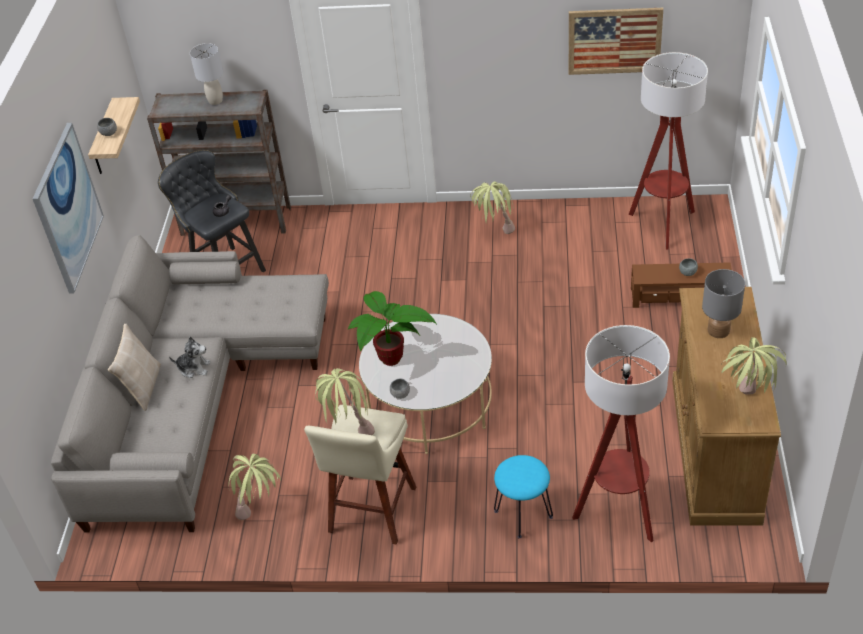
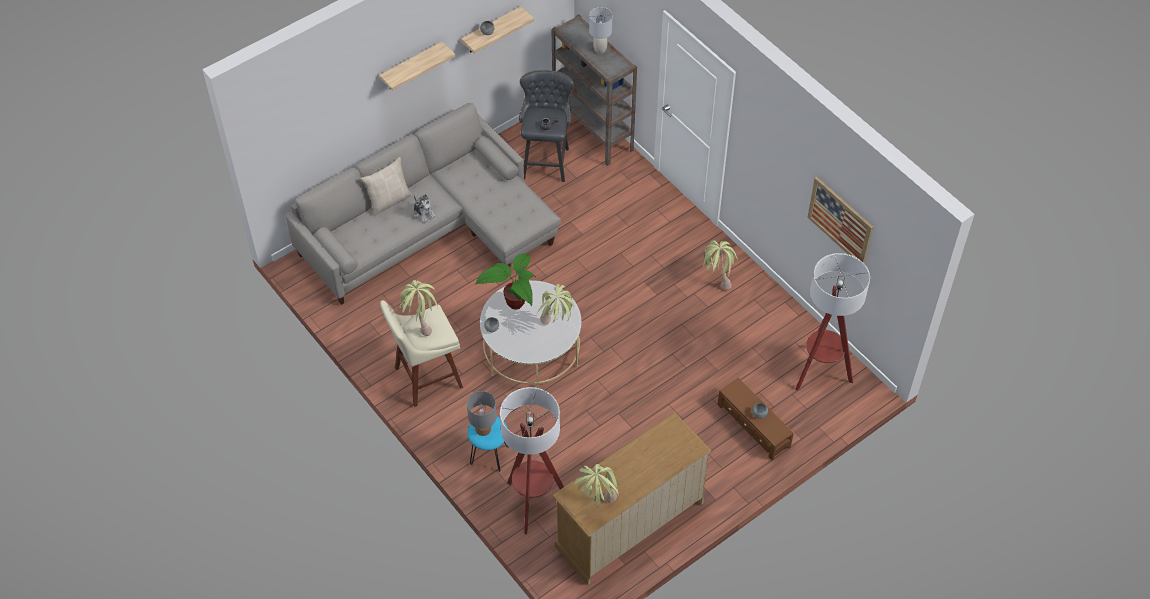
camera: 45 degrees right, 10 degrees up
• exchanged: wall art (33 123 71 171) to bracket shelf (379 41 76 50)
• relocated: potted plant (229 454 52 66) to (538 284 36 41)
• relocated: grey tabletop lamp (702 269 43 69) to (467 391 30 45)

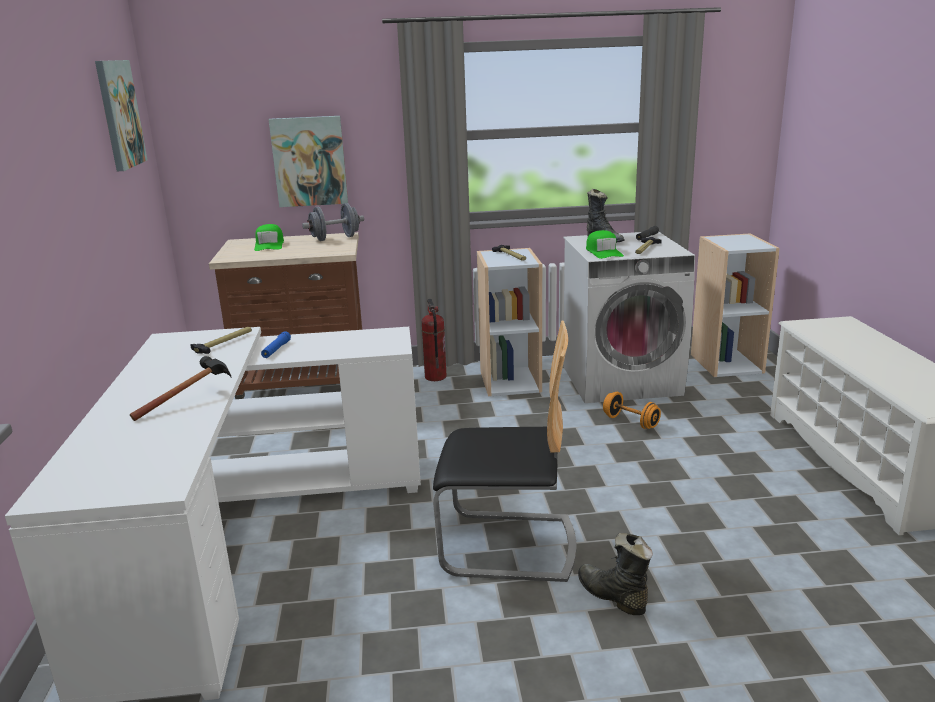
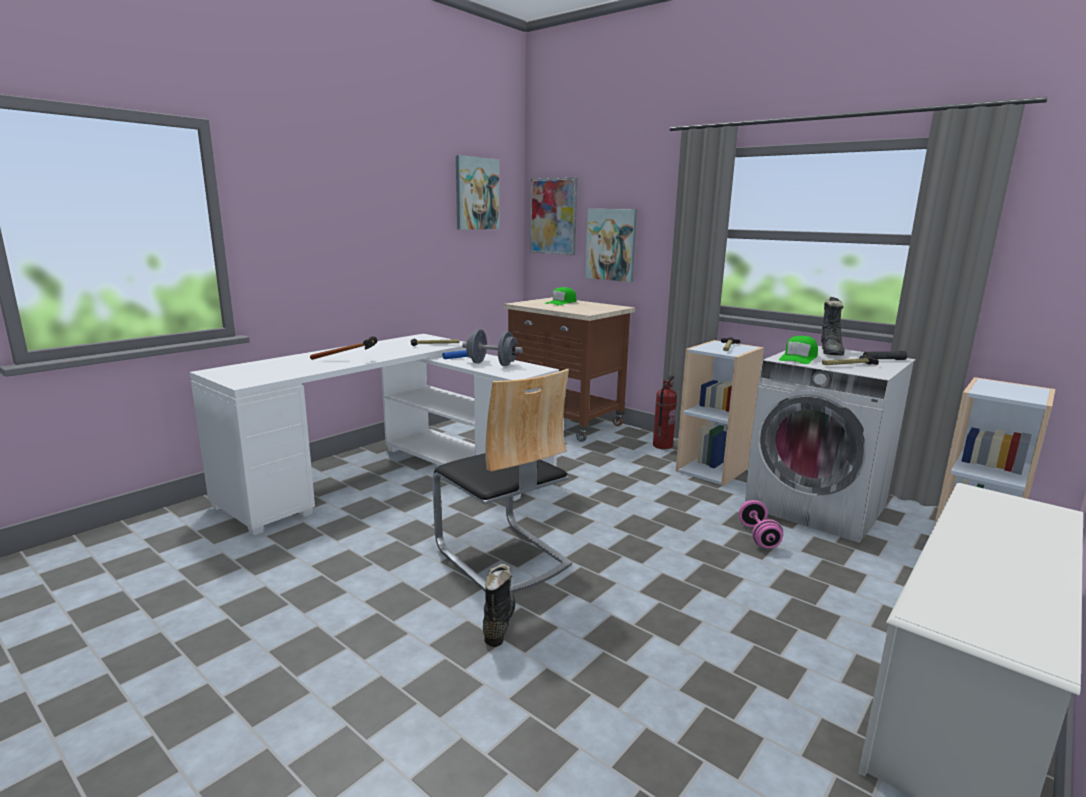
camera: 45 degrees right, 5 degrees down
• relocated: grey dumbbell (302 203 62 38) to (462 329 61 37)
• colour: orange-coloured dumbbell (603 392 58 37) to pink-coloured dumbbell (738 500 45 48)
• appeared: wall art (530 178 48 77)

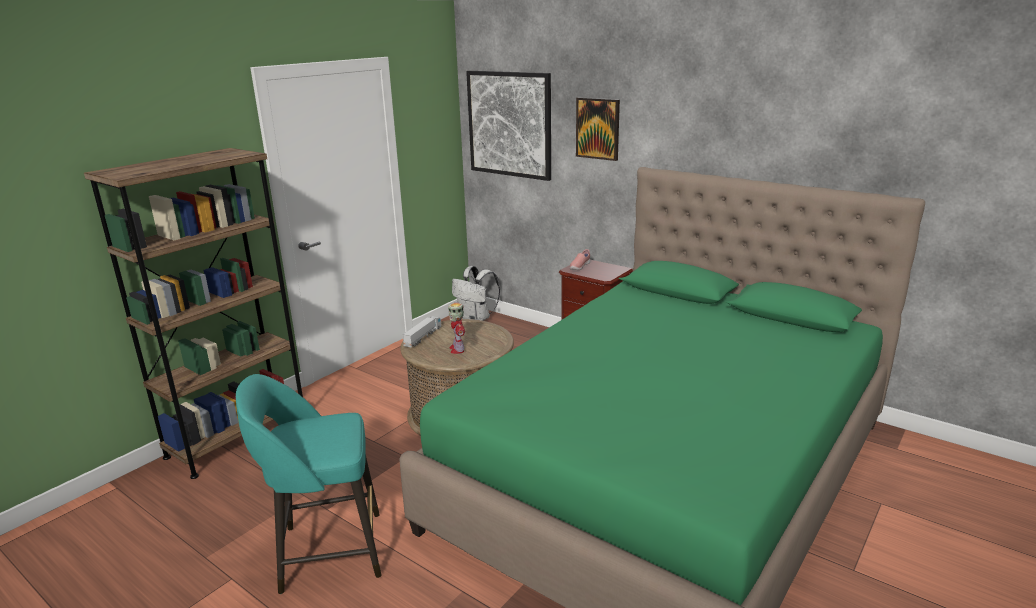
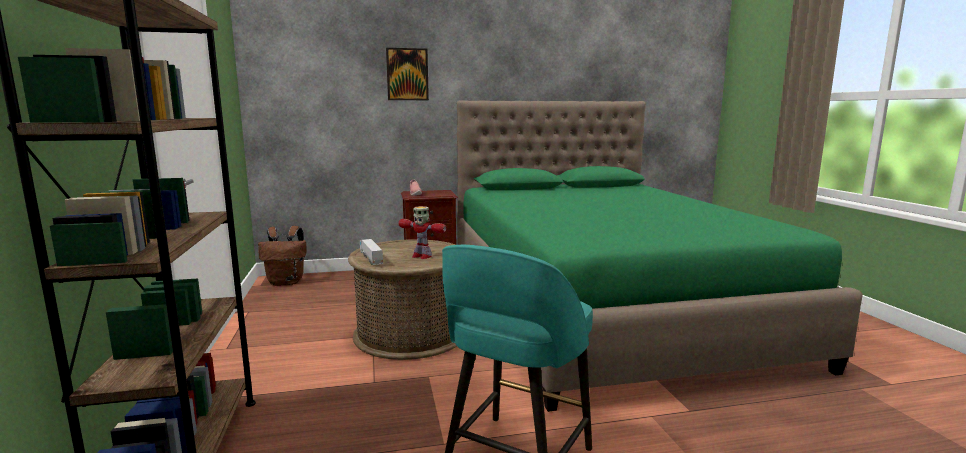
camera: 50 degrees left, 10 degrees down
• colour: white backpack (452 266 48 55) to brown backpack (258 226 48 60)
• missing: wall art (466 71 85 110)

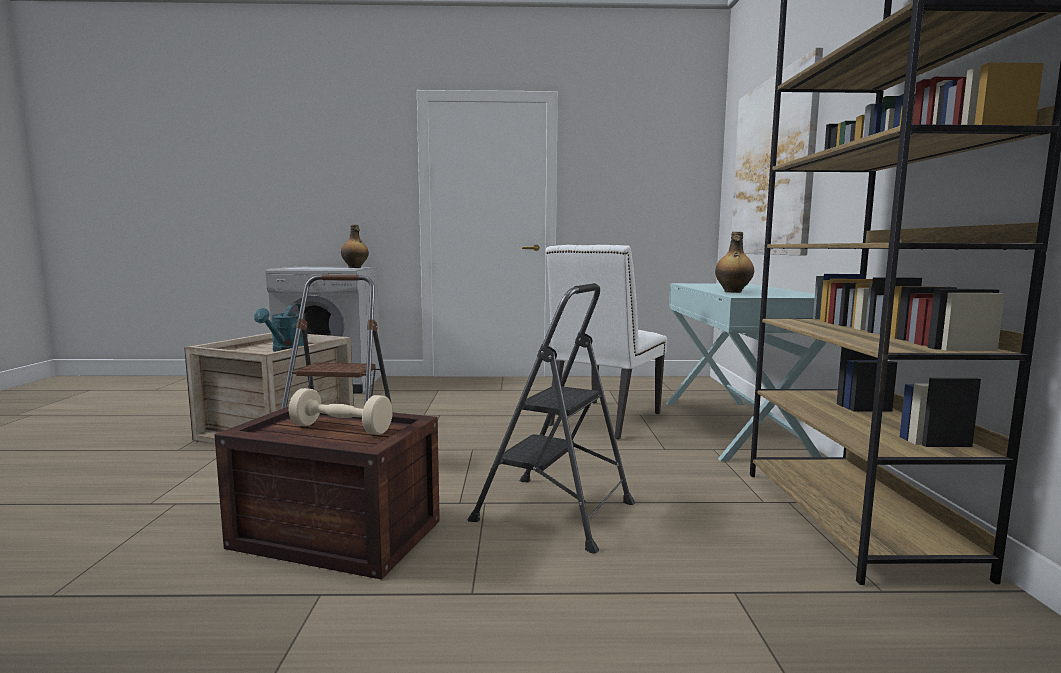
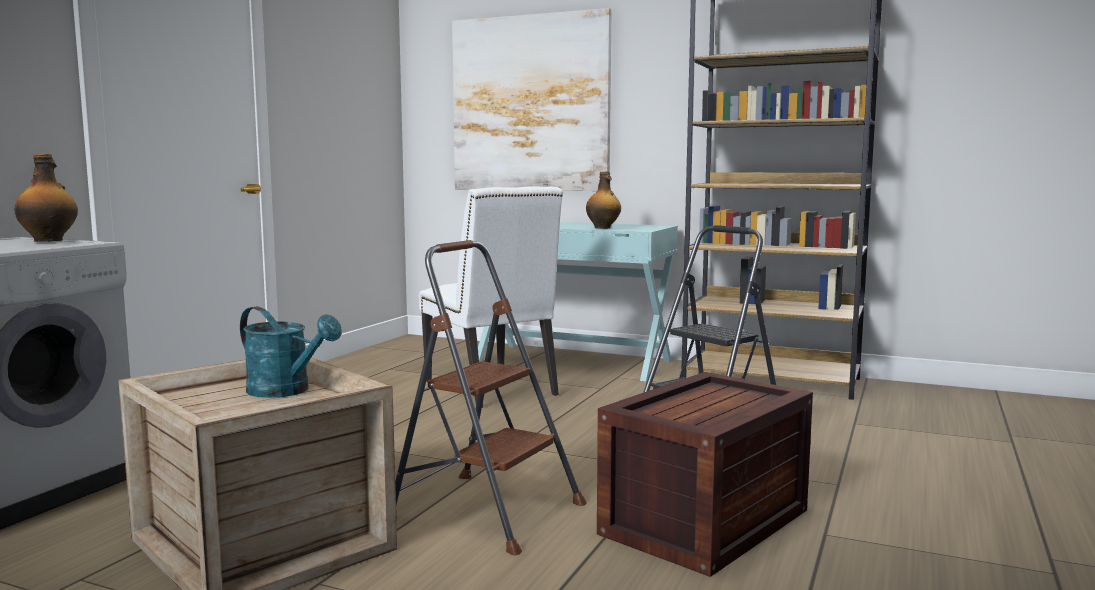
camera: 65 degrees left, 0 degrees up
• missing: beige-coloured dumbbell (289 388 104 47)

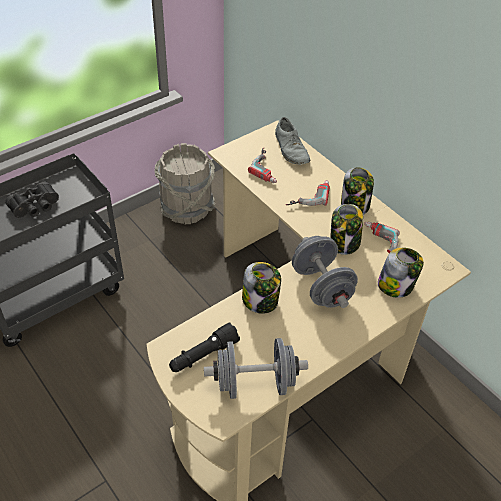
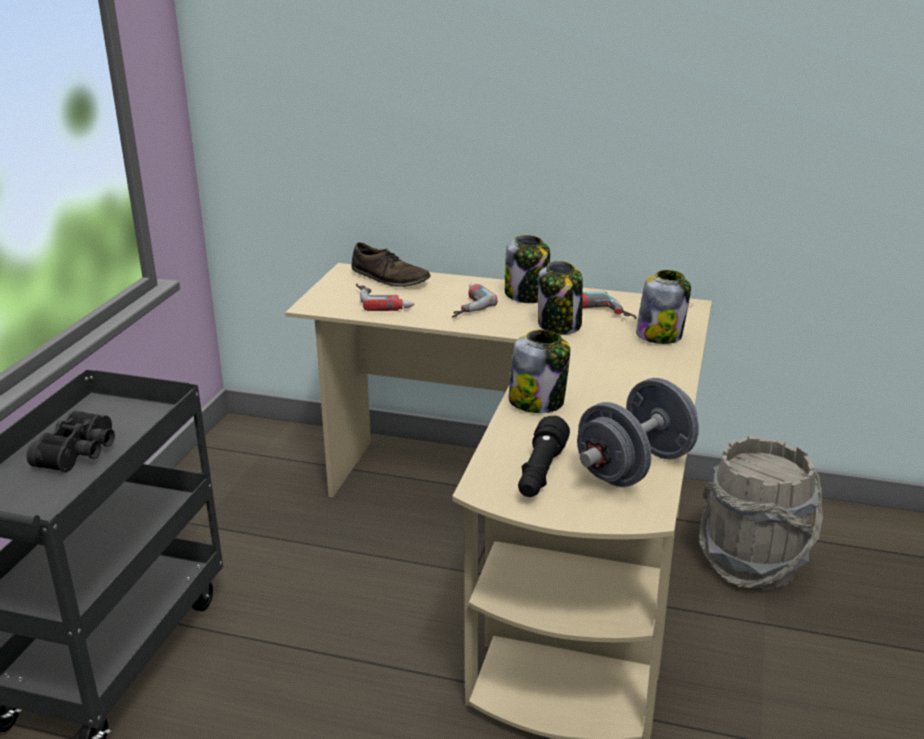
camera: 35 degrees left, 20 degrees down
• relocated: grey pail (154 143 61 81) to (699 436 124 154)
• colour: grey item of footwear (275 117 35 48) to brown item of footwear (352 242 79 45)
• missing: grey dumbbell (292 236 66 72)

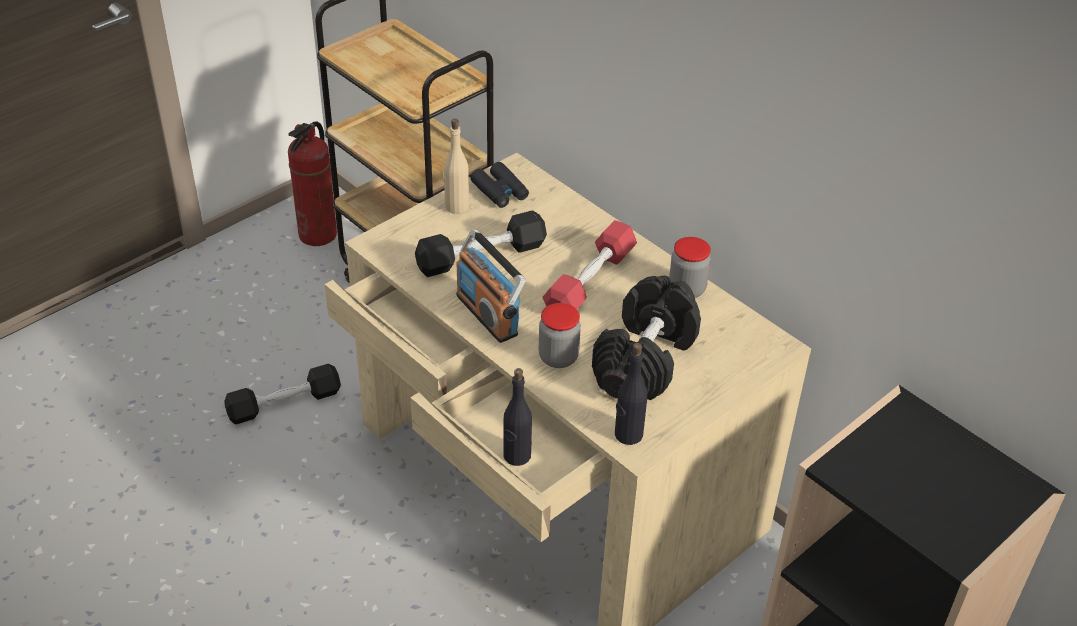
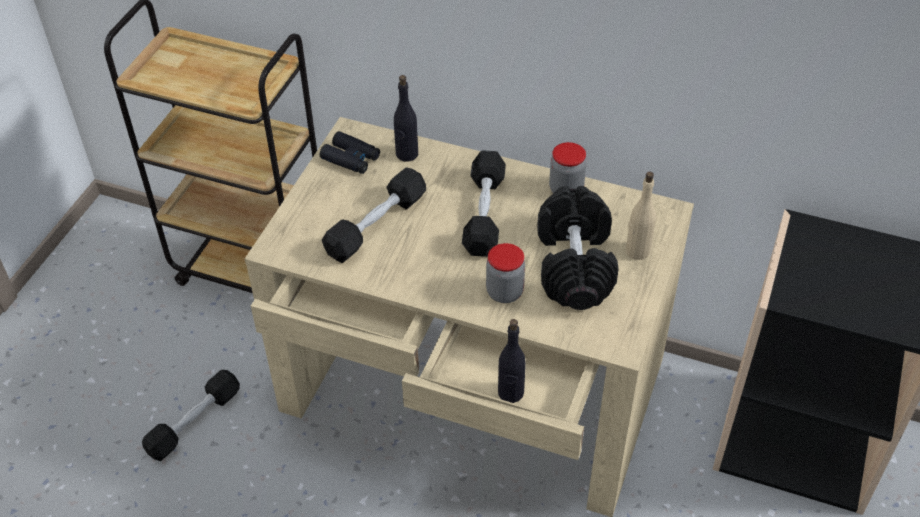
camera: 25 degrees left, 5 degrees up
• missing: fire-fighting cylinder (288 121 49 125)
• relocated: beige-coloured beverage bottle (443 119 26 95) to (626 172 30 88)
• missing: radio receiver (456 230 70 113)
• colour: red-coloured dumbbell (543 220 94 89) to blackish dumbbell (462 151 44 106)
• relocated: blackish beverage bottle (615 343 32 102) to (394 75 24 87)

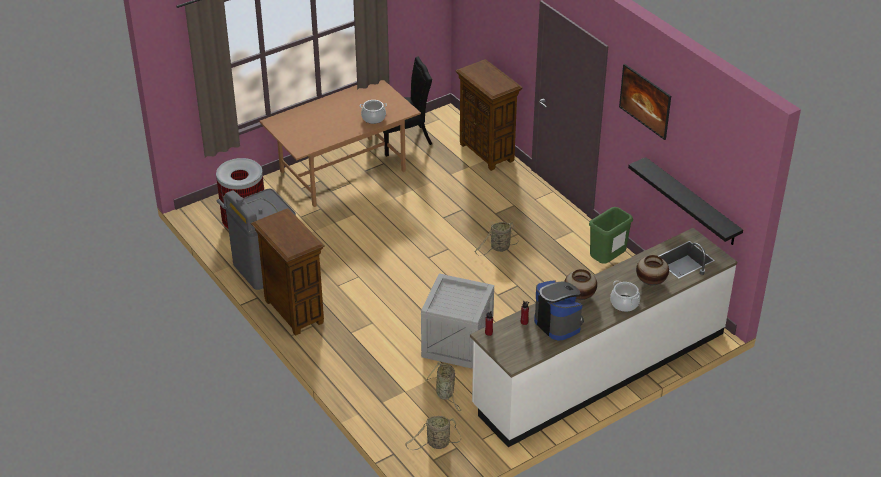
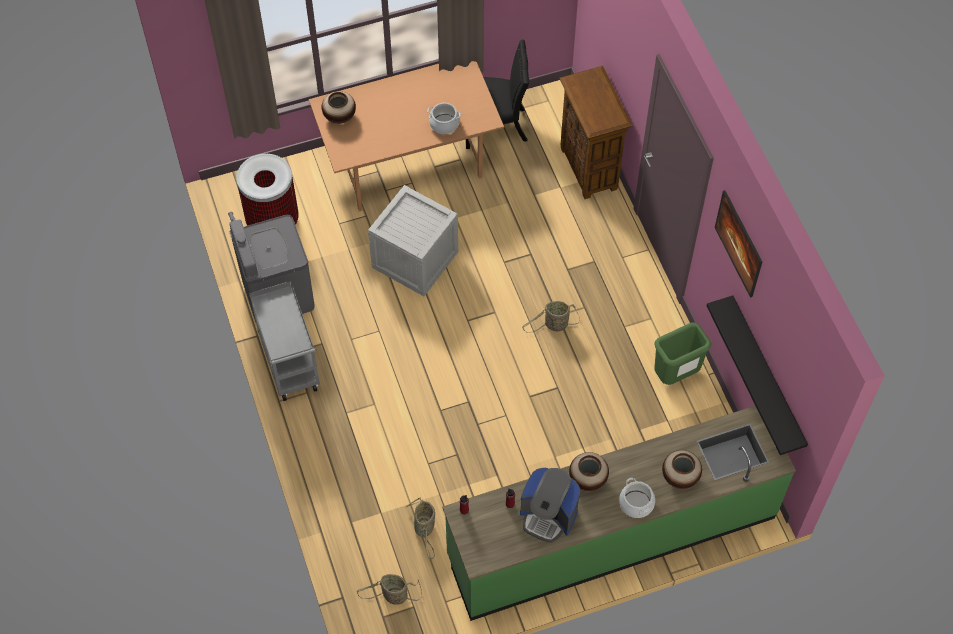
camera: 15 degrees right, 20 degrees up
• exchanged: brown storage cabinet (251 208 74 128) to grey trolley (249 281 71 120)
• relocated: shipping crate (421 273 73 96) to (368 185 90 111)
• colour: white counter (470 228 267 219) to greenish counter (443 406 353 215)
• spun: coffee maker (534 280 50 61) = (520 468 60 75) 135 degrees clockwise
• appeared: flower vase (322 91 34 33)

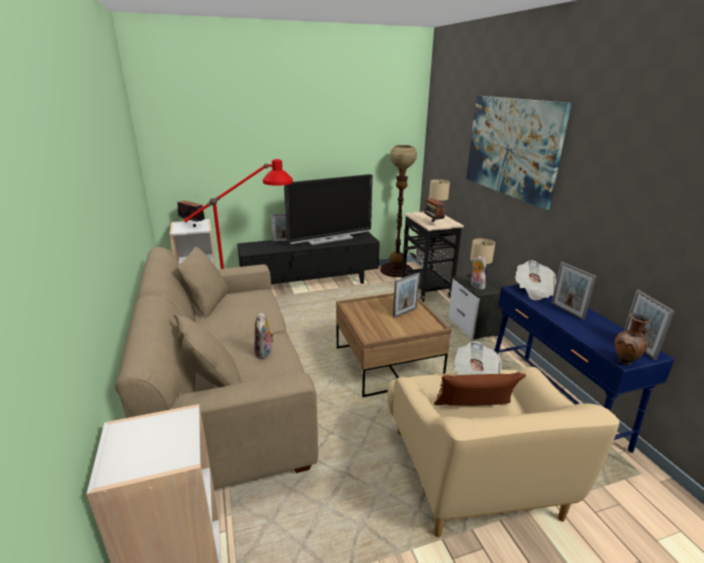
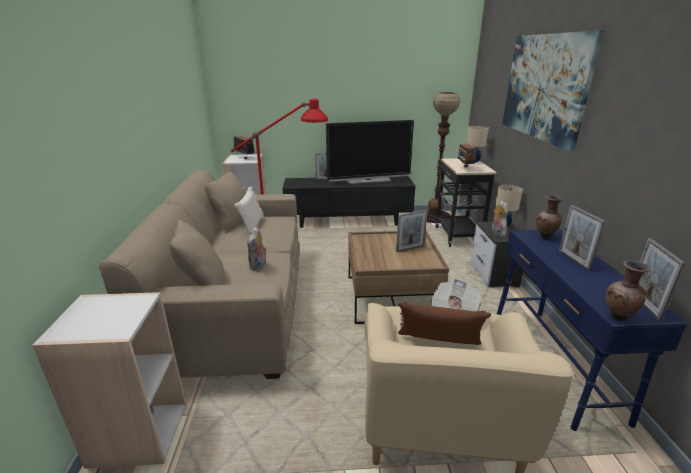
camera: 15 degrees right, 0 degrees up
• exchanged: printed paper (515 260 41 40) to brown flower vase (536 195 27 44)
• appeared: white throw pillow (234 187 30 47)

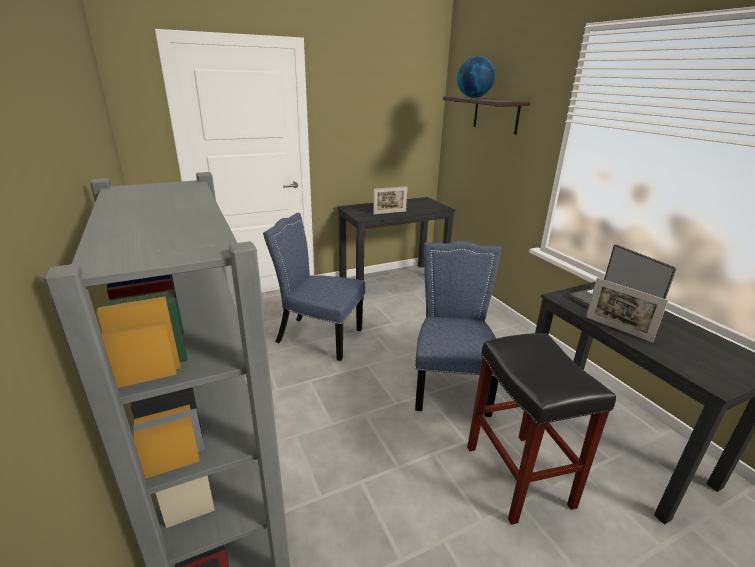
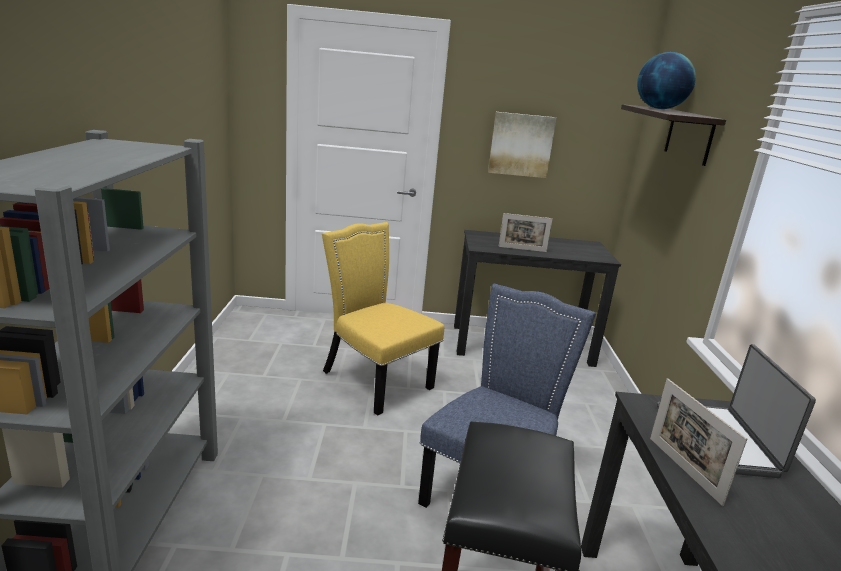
camera: 25 degrees right, 5 degrees down
• colour: blue chair (263 213 102 148) to yellowish chair (322 222 122 193)
• appeared: wall art (488 112 69 66)

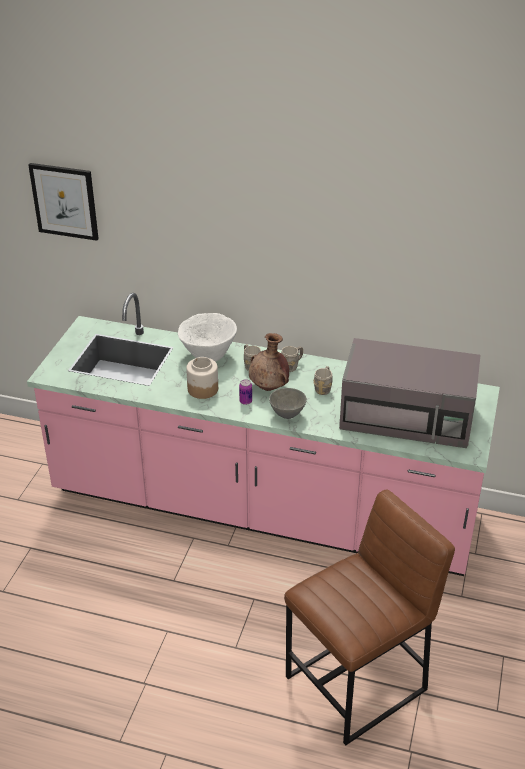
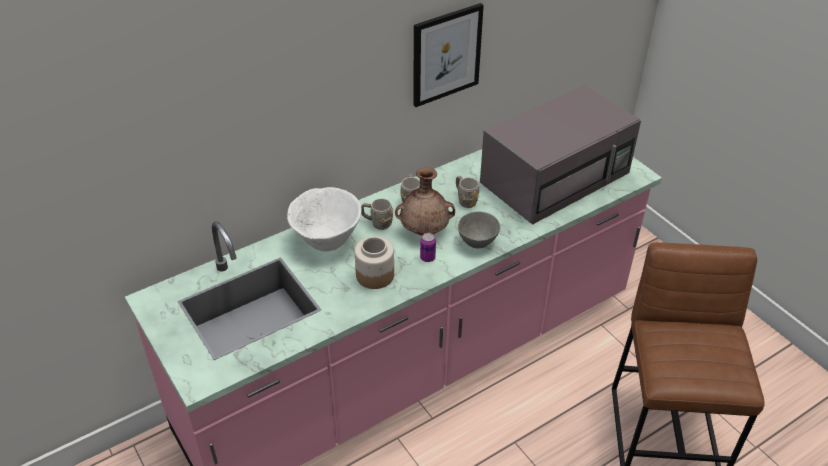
camera: 50 degrees left, 5 degrees up
• relocated: wall art (28 163 71 78) to (413 3 71 104)

